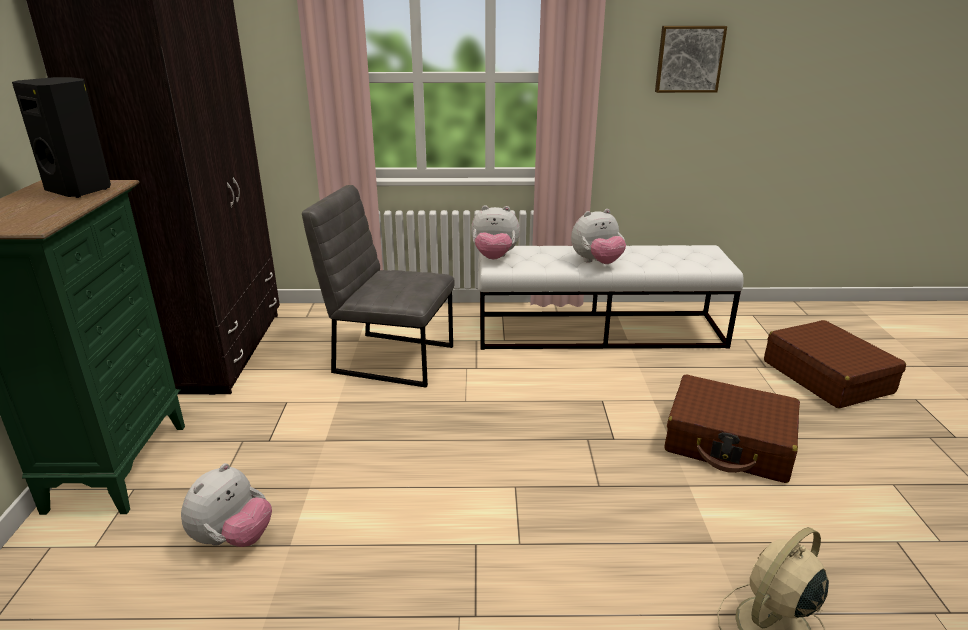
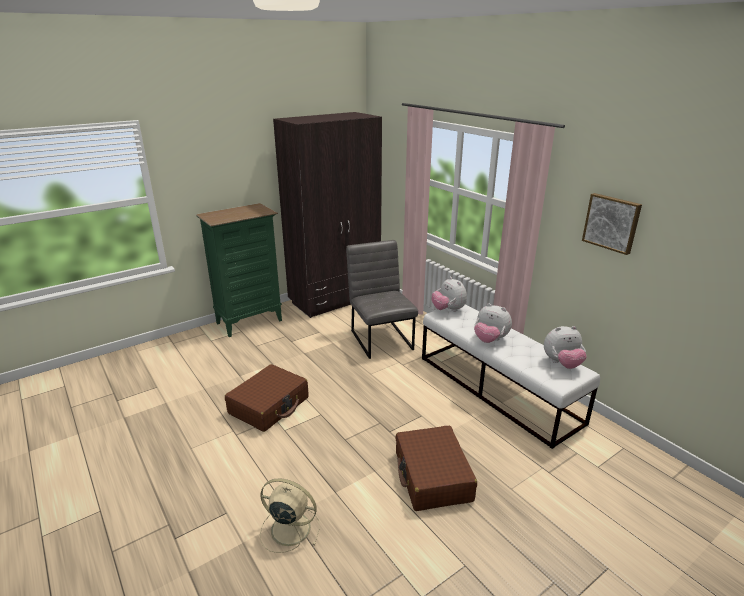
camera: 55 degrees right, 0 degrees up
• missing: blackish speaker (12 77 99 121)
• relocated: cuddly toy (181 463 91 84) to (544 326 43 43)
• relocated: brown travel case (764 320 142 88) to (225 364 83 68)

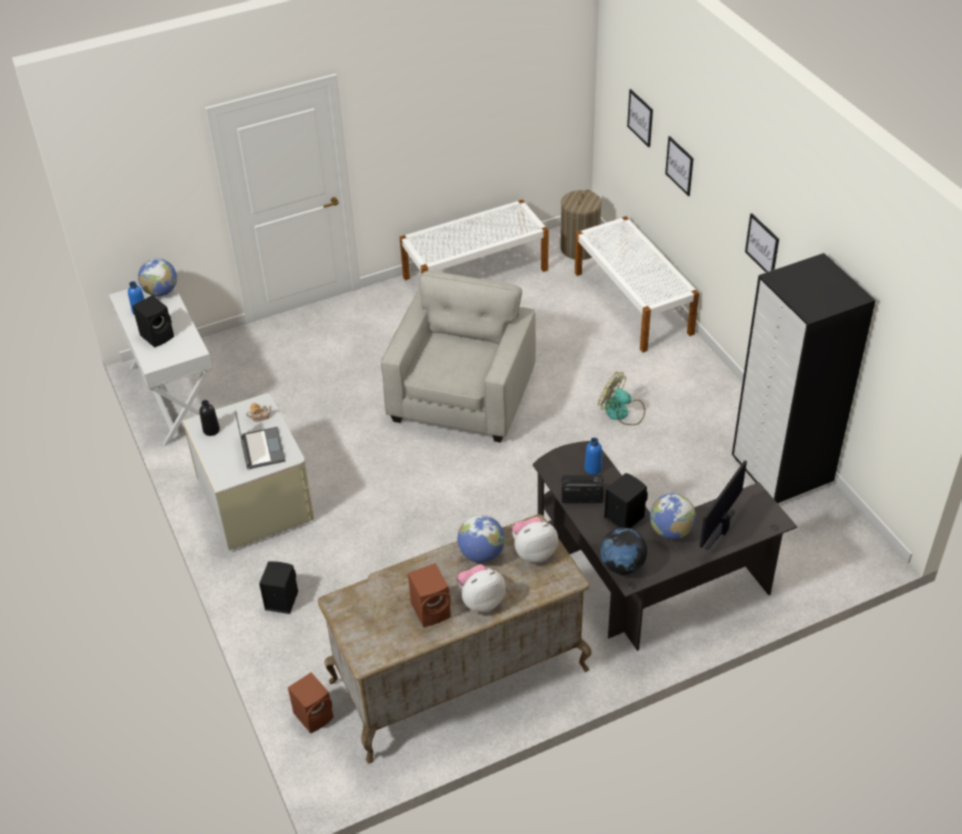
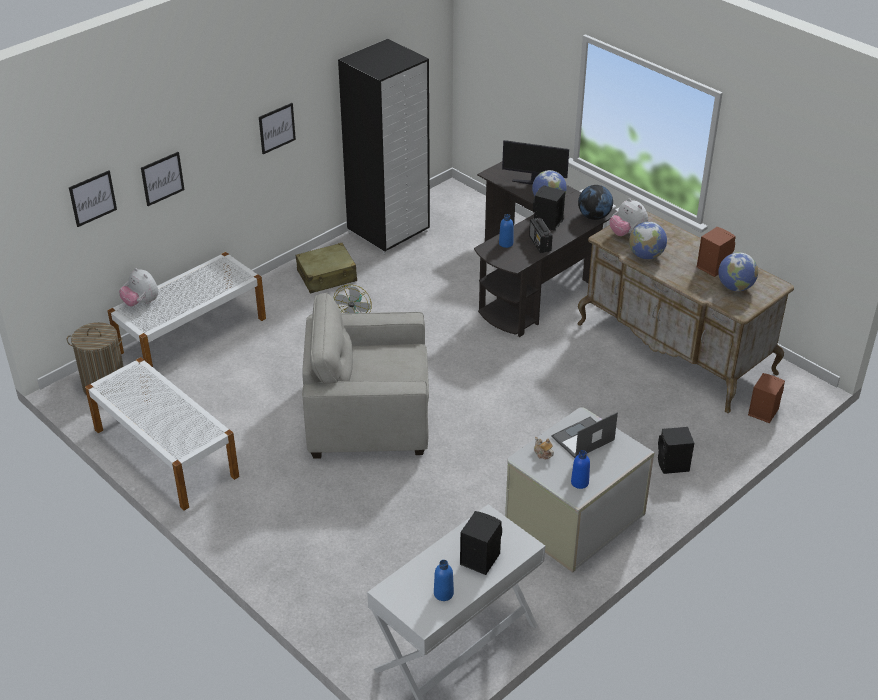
camera: 110 degrees left, 5 degrees down
• relocated: world globe (138 258 39 39) to (718 252 40 39)
• colour: blackish beverage bottle (199 400 21 36) to blue beverage bottle (571 450 19 39)
• relocated: cuddly toy (456 564 50 48) to (119 268 39 39)
• appeared: beige-coloured travel case (296 243 61 51)

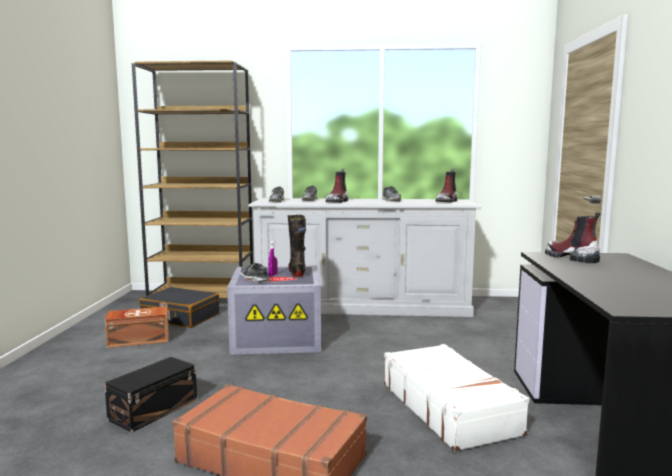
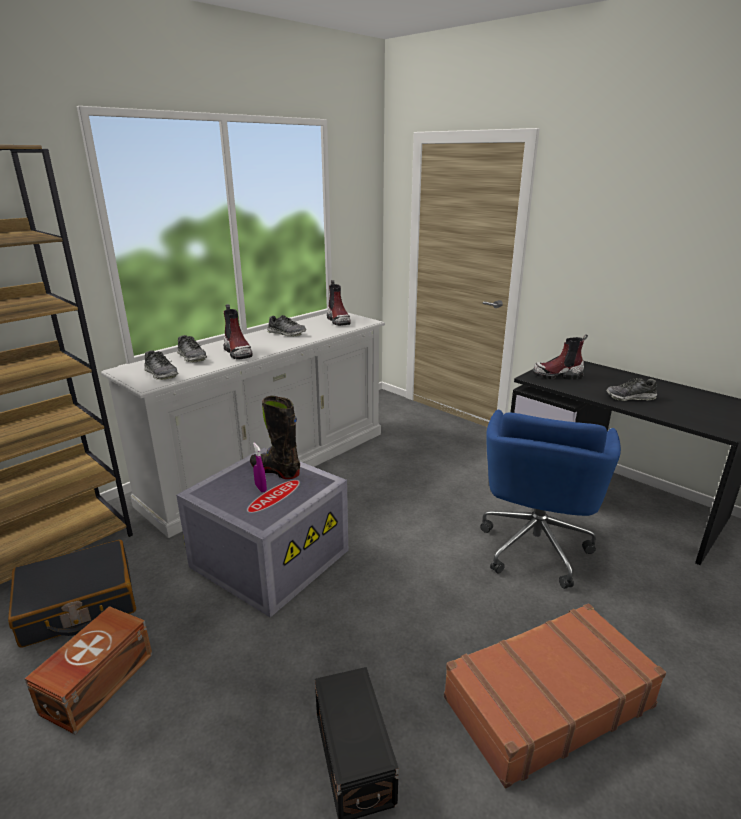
camera: 50 degrees left, 15 degrees up
• relocated: item of footwear (240 263 29 20) to (607 378 50 23)
• exchanged: white travel case (384 344 146 108) to blue desk chair (480 410 141 179)

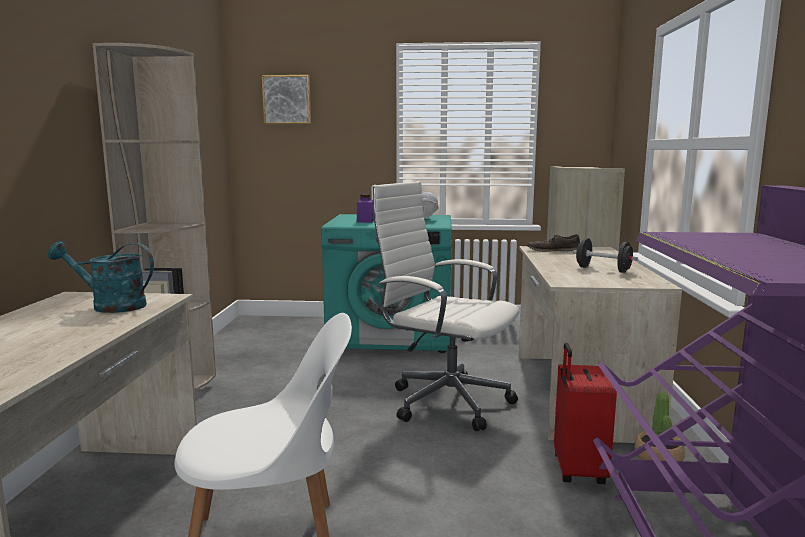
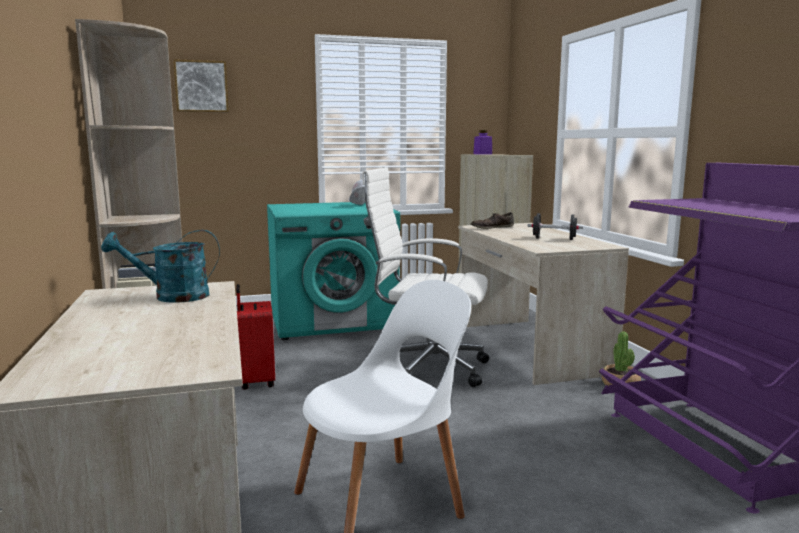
camera: 20 degrees left, 0 degrees up
• relocated: purplish preserve jar (357 194 17 29) to (473 130 19 25)
• relocated: red-coloured travel case (554 343 63 141) to (236 284 39 106)

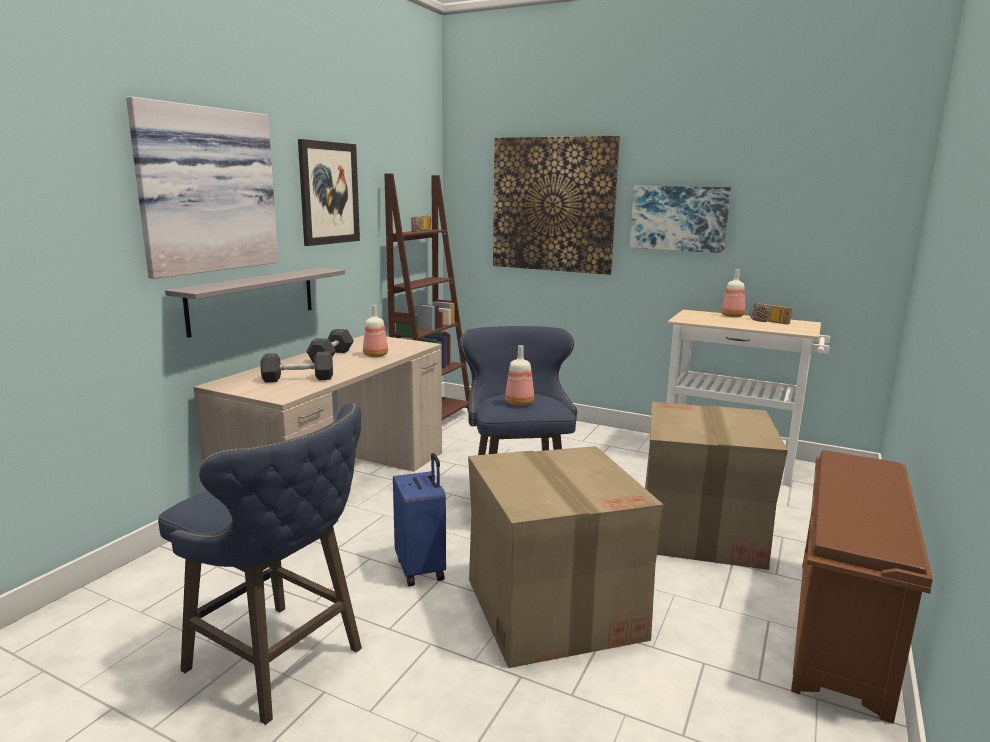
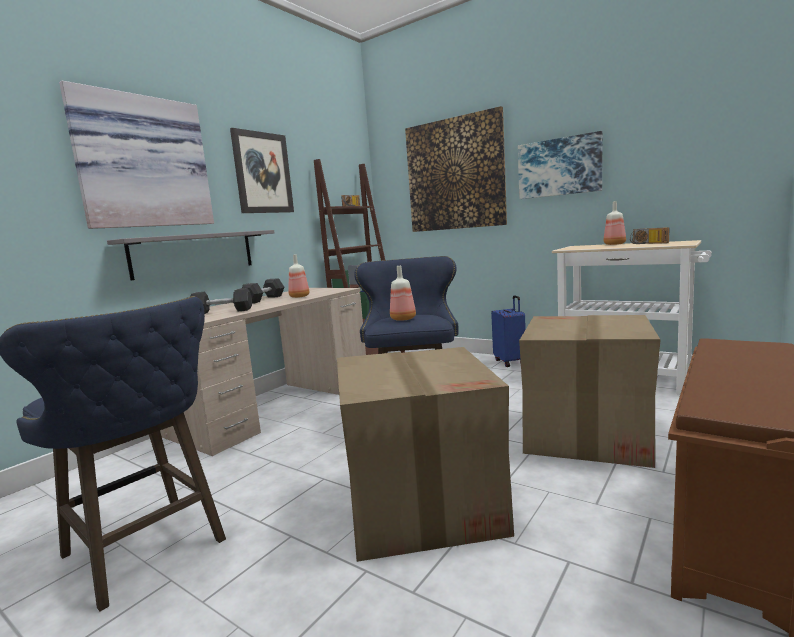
camera: 10 degrees right, 5 degrees down
• relocated: blue travel case (393 453 53 133) to (491 295 35 72)

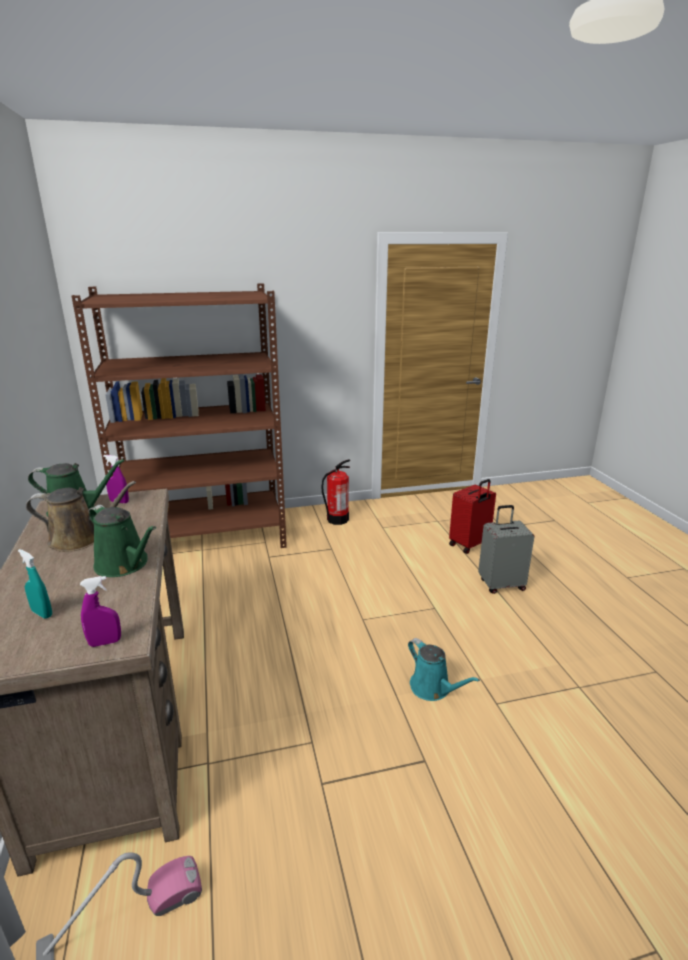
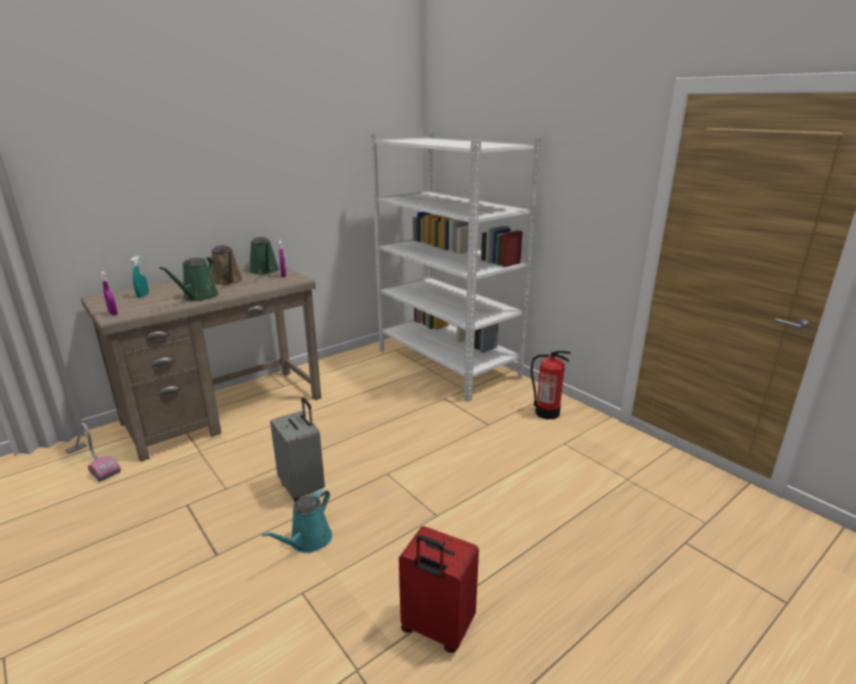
camera: 65 degrees right, 0 degrees up
• colour: brown shelving unit (72 283 215 265) to white shelving unit (371 131 170 271)
• relocated: red-coloured travel case (449 479 47 75) to (399 526 80 127)
• relocated: grey travel case (478 505 57 89) to (270 398 55 105)

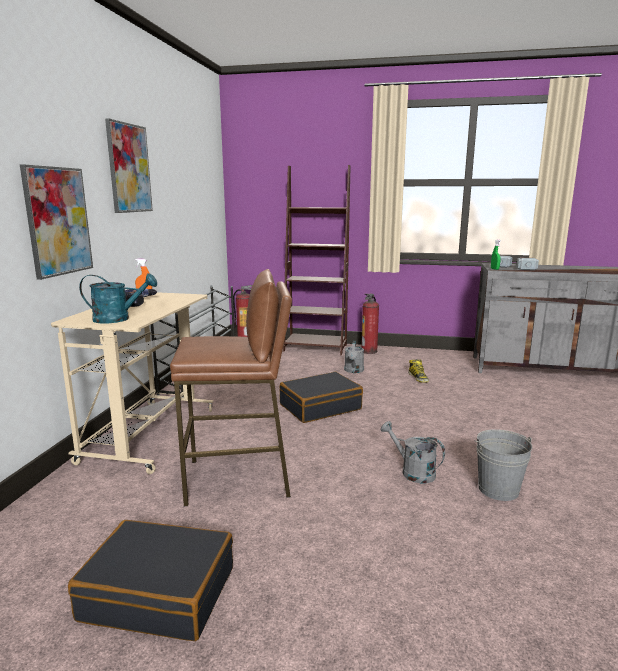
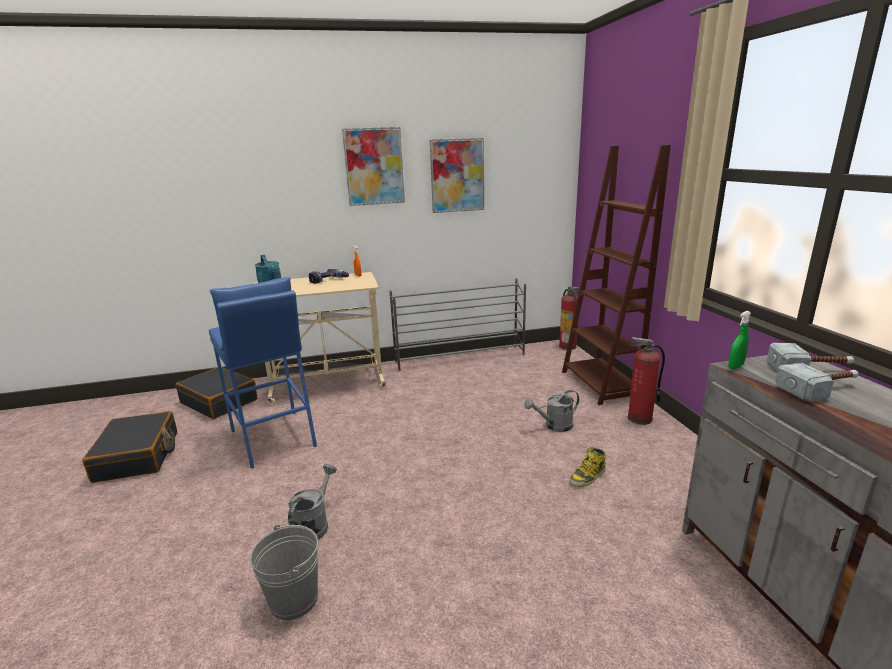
camera: 65 degrees right, 5 degrees up
• relocated: wall art (20 164 73 116) to (430 138 54 75)
• colour: brown stool seat (170 269 122 237) to blue stool seat (209 277 108 191)
• relocated: blackish travel case (280 372 83 51) to (175 367 82 52)

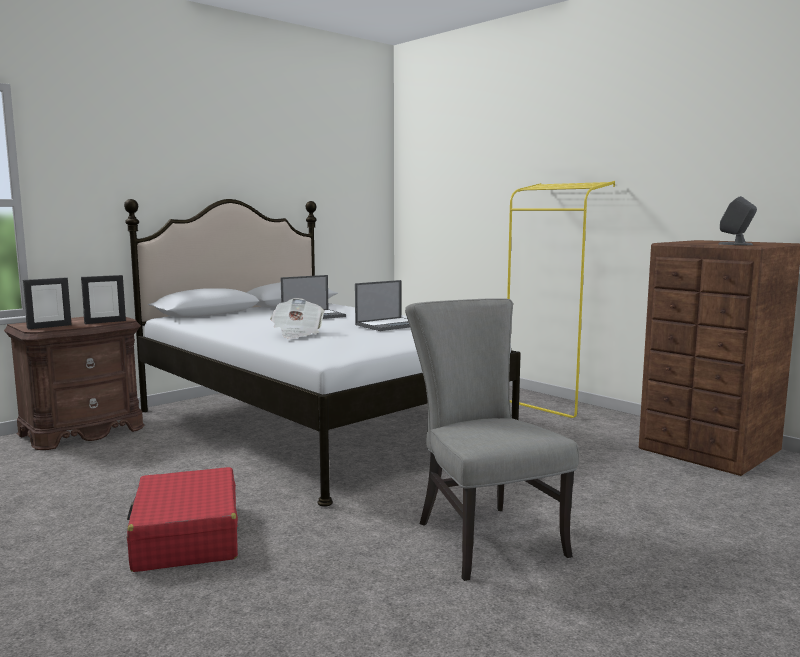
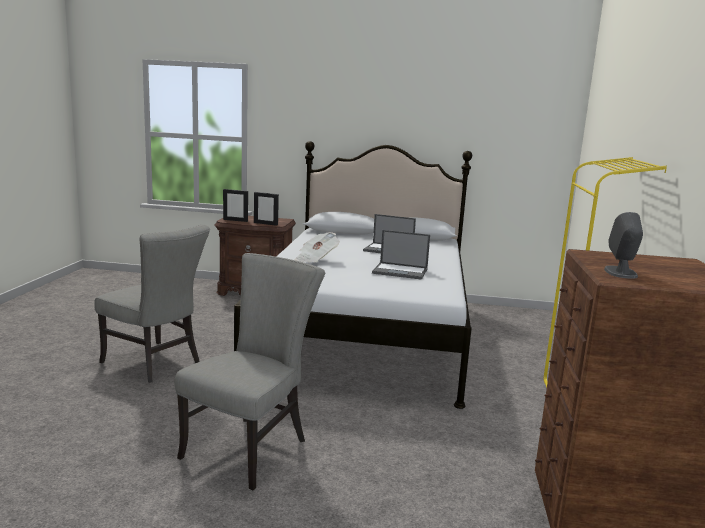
camera: 50 degrees right, 5 degrees up
• exchanged: red-coloured travel case (126 467 112 105) to grey chair (94 225 116 158)

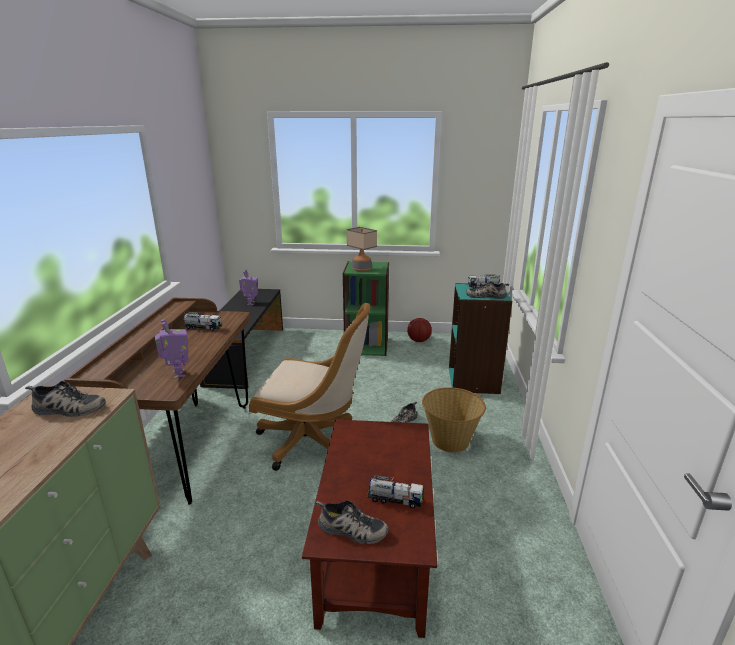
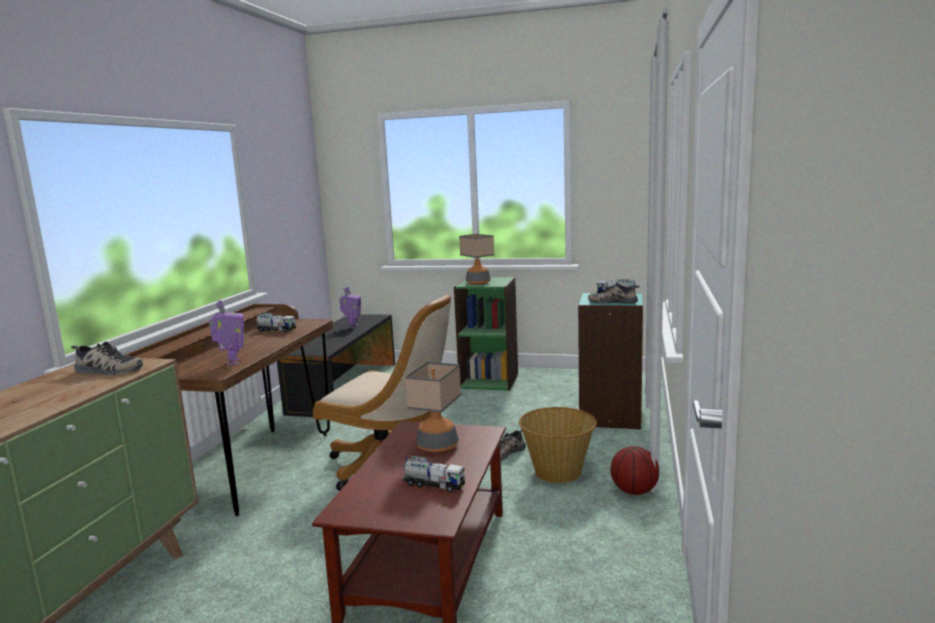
camera: 10 degrees right, 10 degrees down
• missing: item of footwear (315 500 74 44)
• relocated: ball for basketball (407 318 25 24) to (611 446 48 49)
• appeared: tabletop lamp (405 362 56 91)

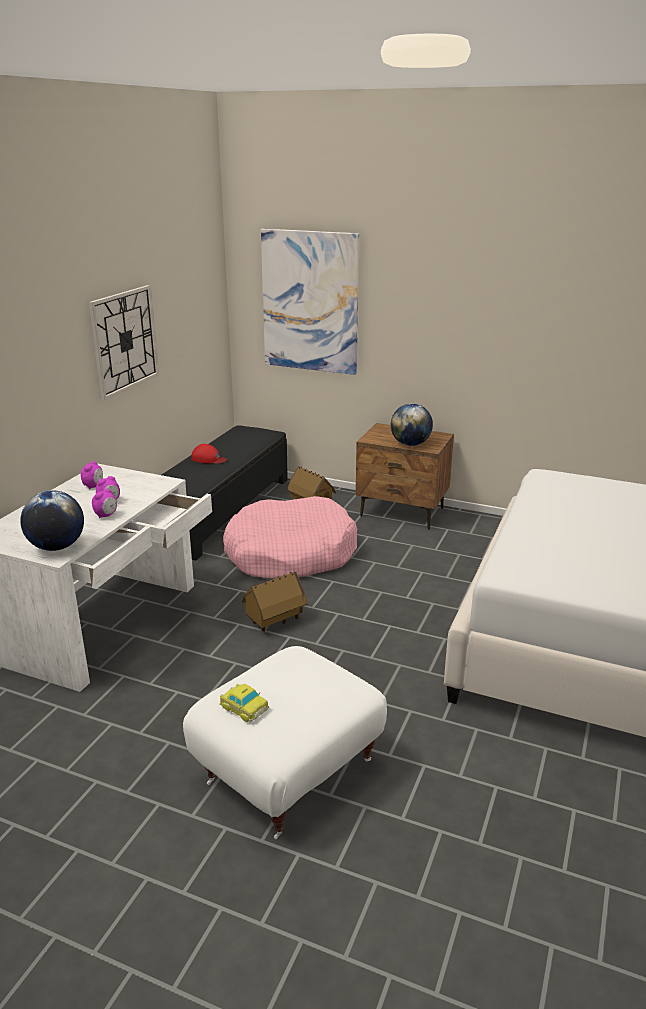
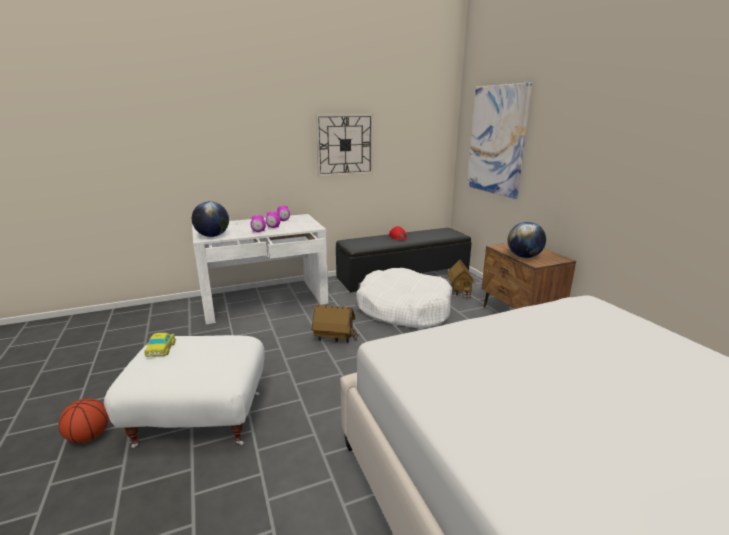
camera: 45 degrees right, 5 degrees down
• colour: pink-coloured dog cushion (223 496 134 82) to white dog cushion (356 268 96 61)
• appeared: ball for basketball (59 398 50 45)

